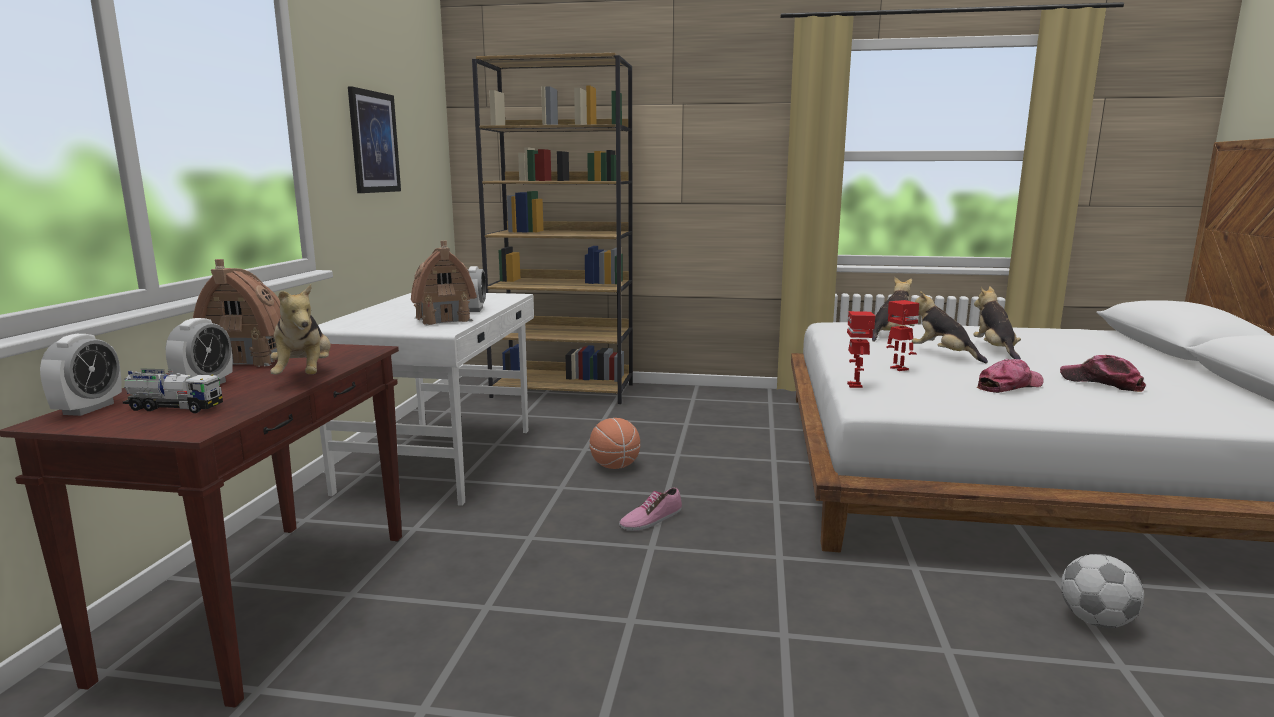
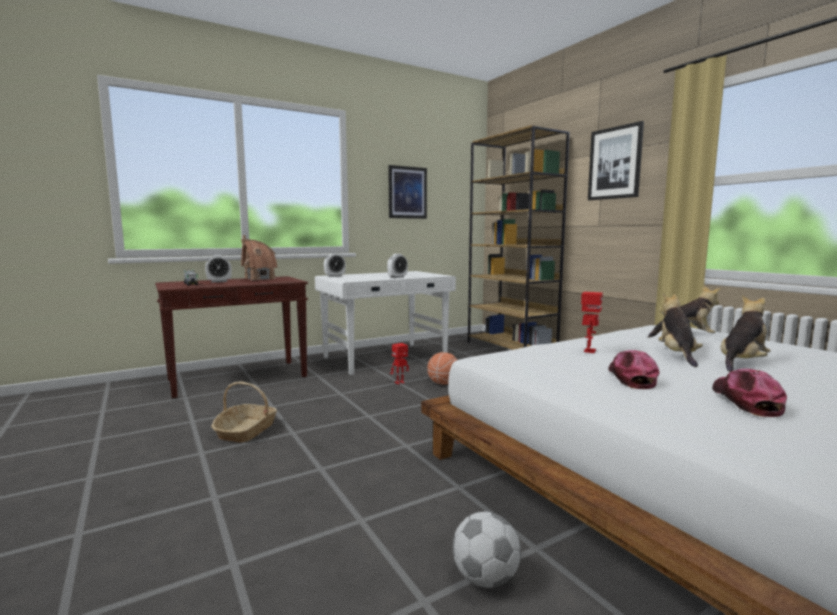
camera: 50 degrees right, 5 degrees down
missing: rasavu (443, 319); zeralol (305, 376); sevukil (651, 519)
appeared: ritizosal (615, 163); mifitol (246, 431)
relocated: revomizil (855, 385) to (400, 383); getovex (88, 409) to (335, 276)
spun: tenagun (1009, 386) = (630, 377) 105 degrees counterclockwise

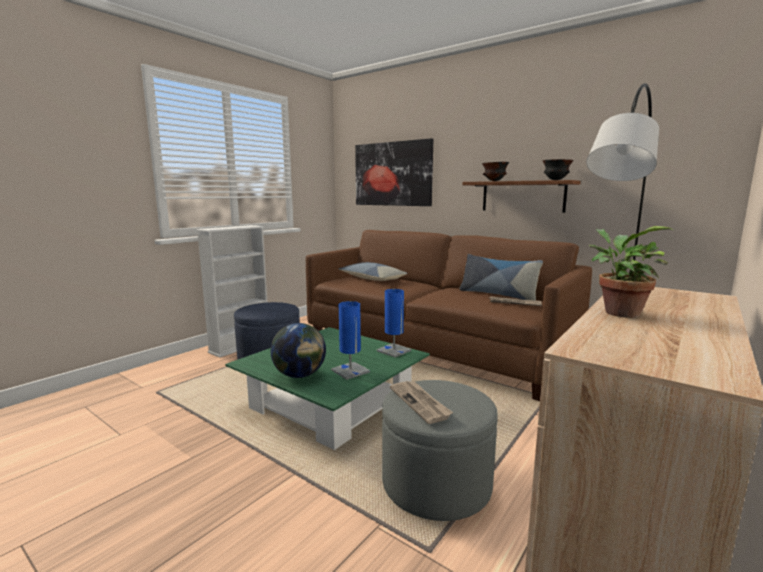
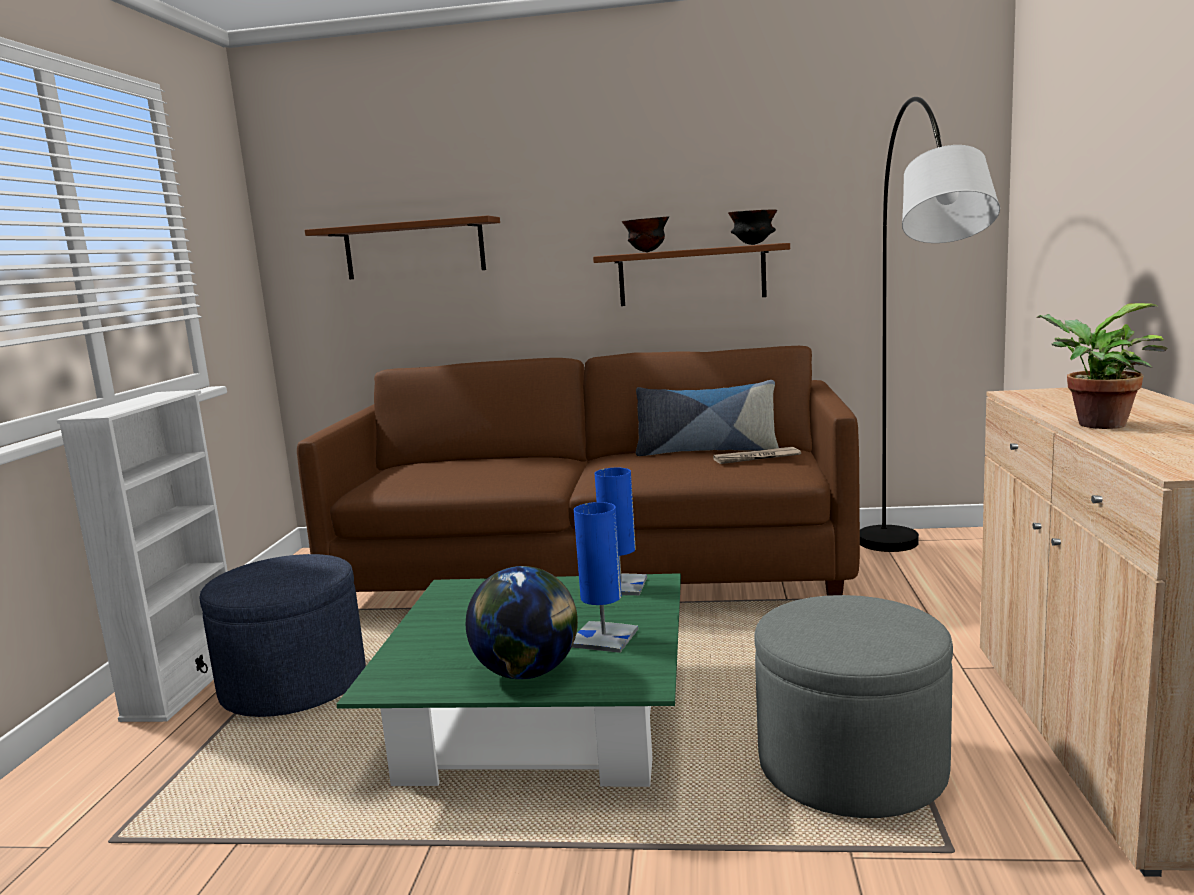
camera: 30 degrees left, 0 degrees up
missing: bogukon (372, 279); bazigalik (420, 403)
exchanged: ritizosal (392, 174) to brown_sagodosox (414, 249)

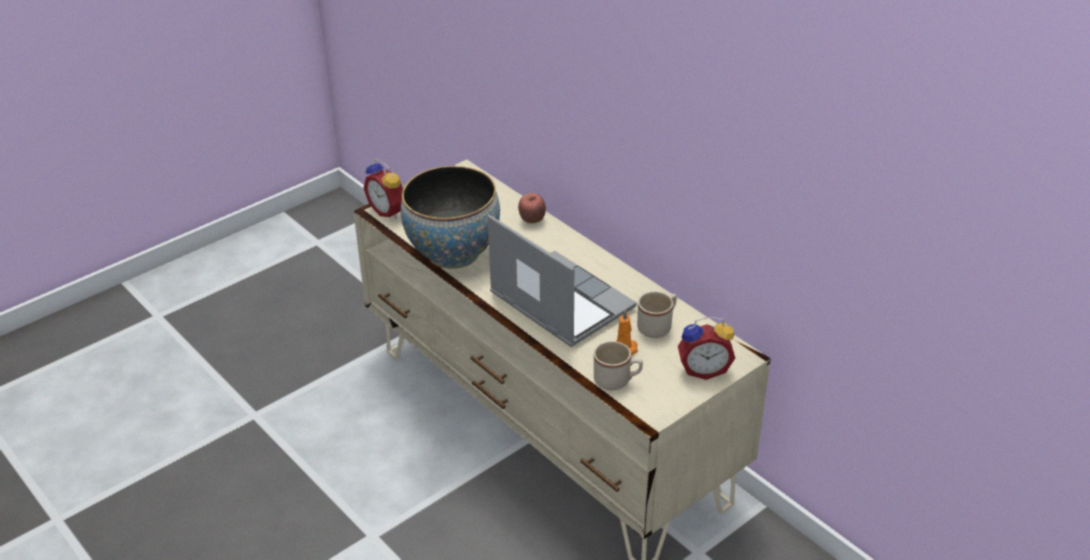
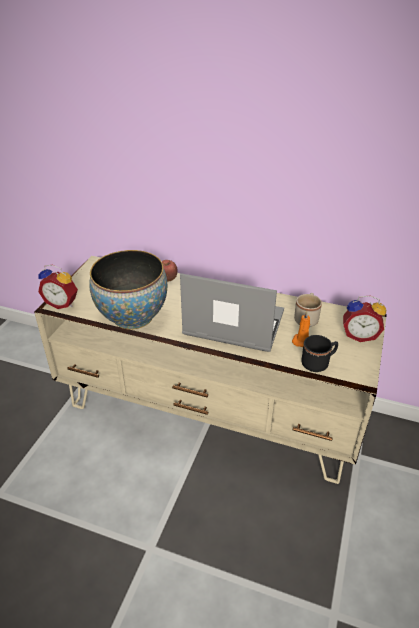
camera: 30 degrees left, 0 degrees up
colour: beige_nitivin (617, 381) to black_nitivin (318, 363)
spun: getovex (703, 369) = (359, 335) 45 degrees clockwise

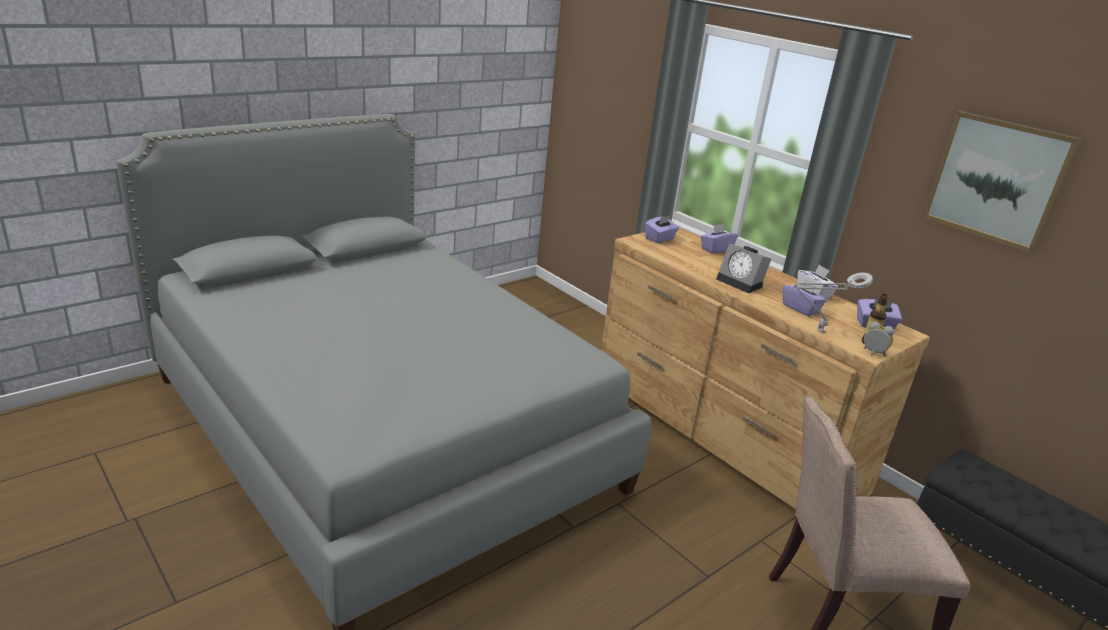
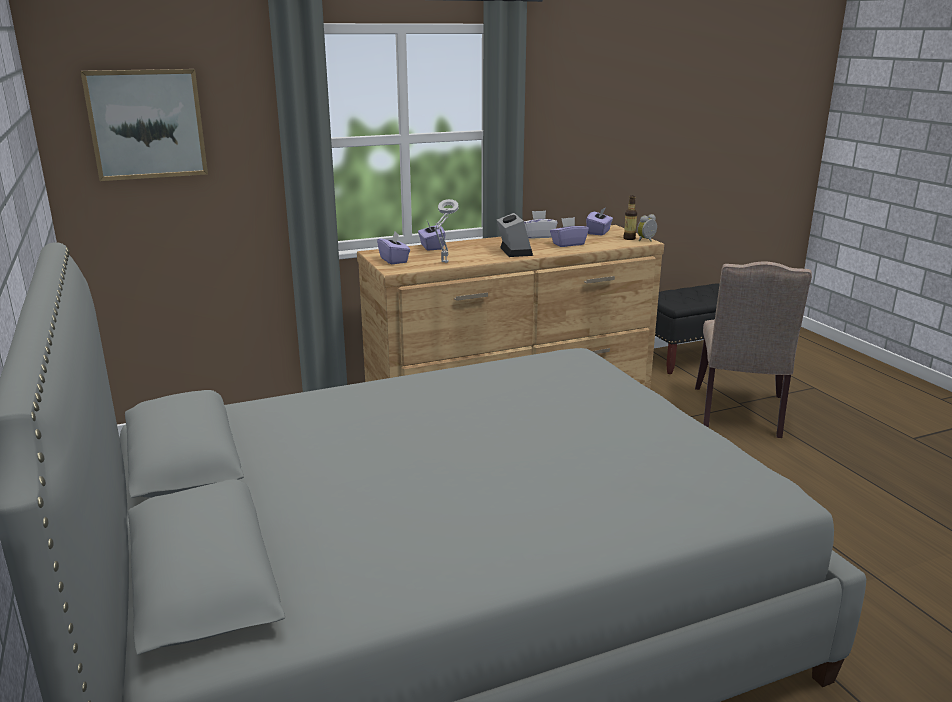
camera: 70 degrees left, 5 degrees down
relocated: ritizosal (997, 180) to (146, 124); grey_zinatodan (818, 331) to (444, 263)
spun: getovex (741, 283) = (513, 251) 75 degrees counterclockwise

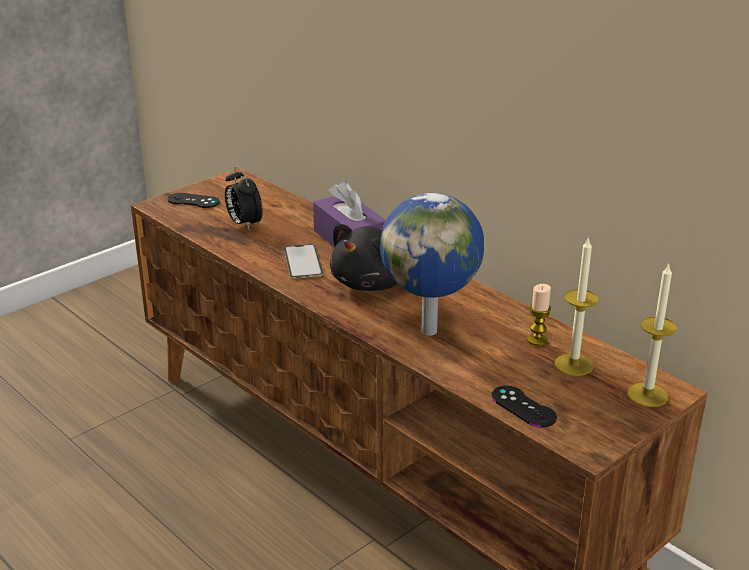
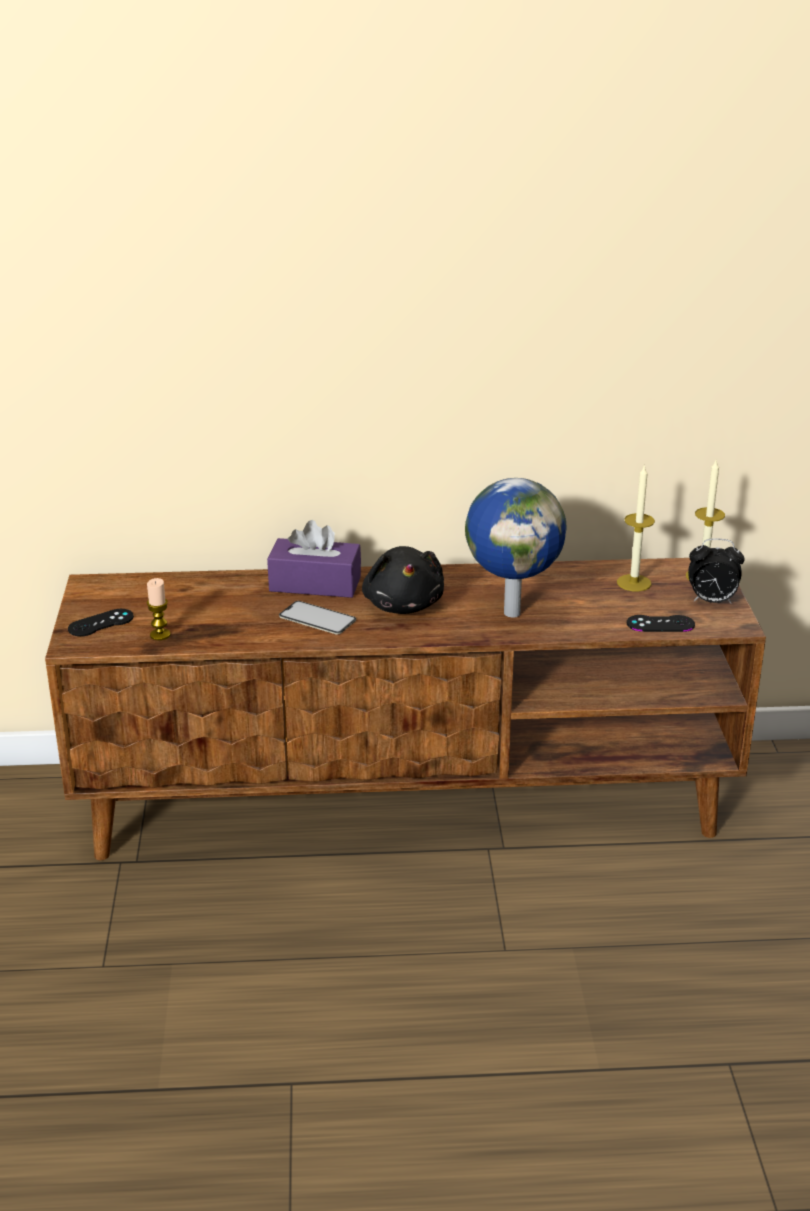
camera: 50 degrees left, 0 degrees up
relocated: getovex (244, 224) to (711, 601); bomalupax (537, 340) to (160, 635)

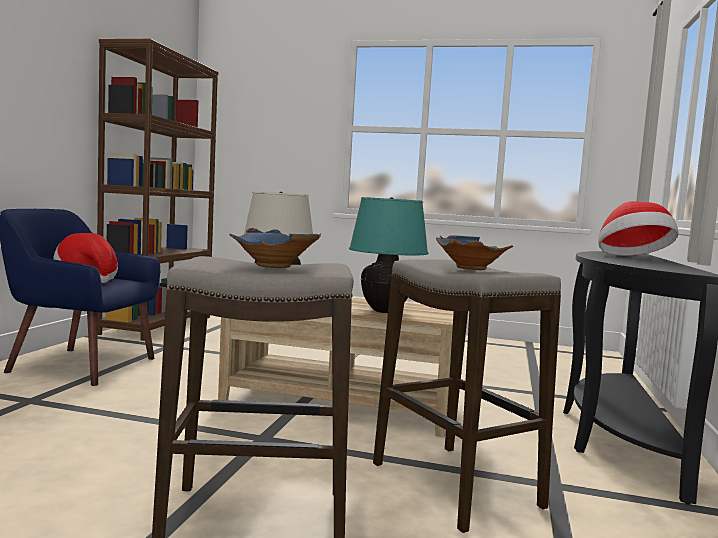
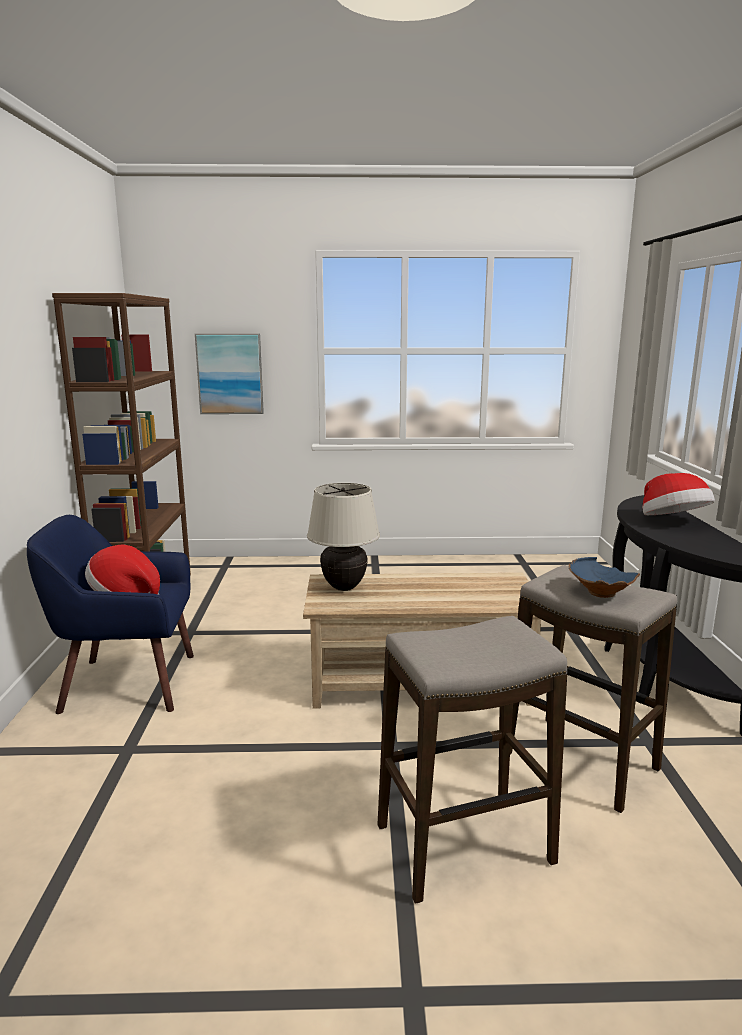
camera: 15 degrees left, 10 degrees up
missing: turquoise_zinatodan (384, 311); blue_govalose (275, 266)
appeared: ritizosal (230, 374)

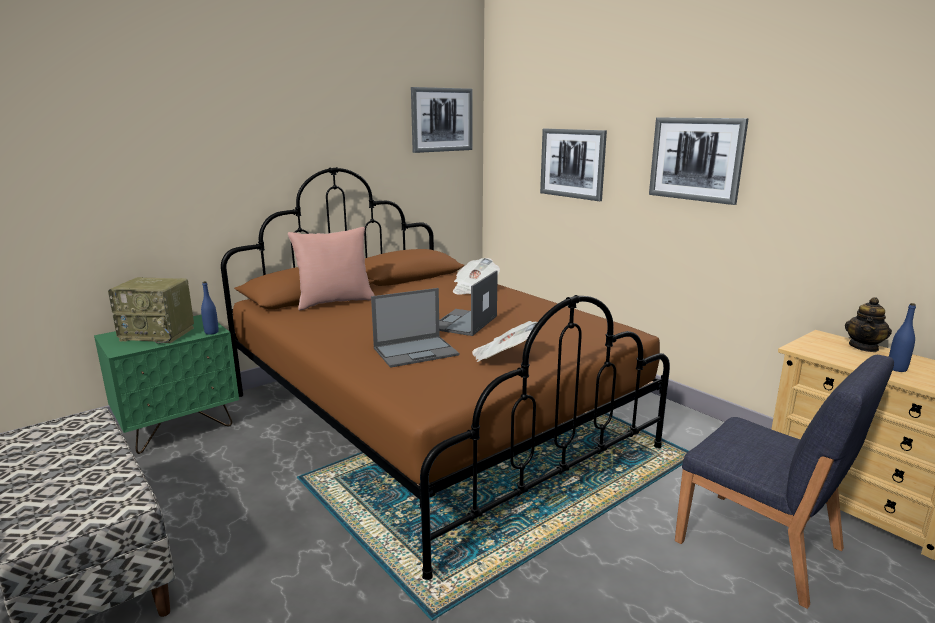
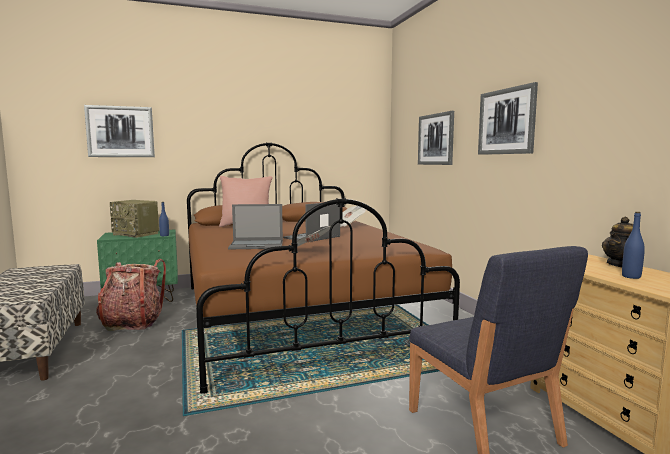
camera: 20 degrees right, 10 degrees down
appeared: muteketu (132, 323)
relocated: ritizosal (442, 120) to (120, 131)

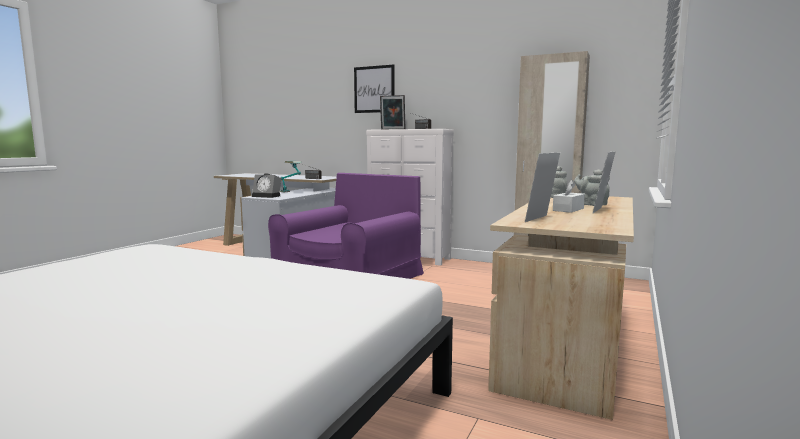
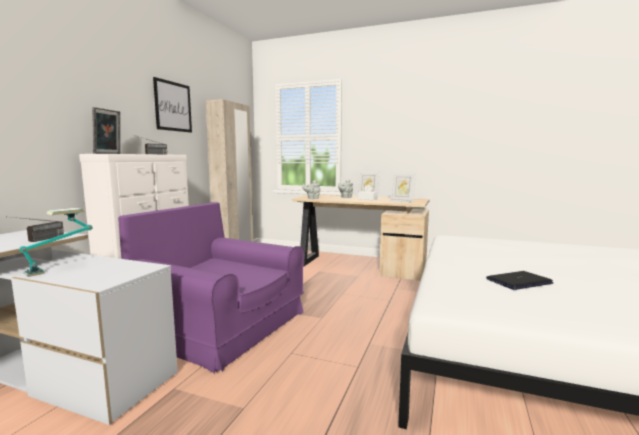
camera: 95 degrees left, 0 degrees up
missing: getovex (267, 196)
appeared: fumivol (519, 281)
relocated: ritizosal (374, 89) to (173, 106)

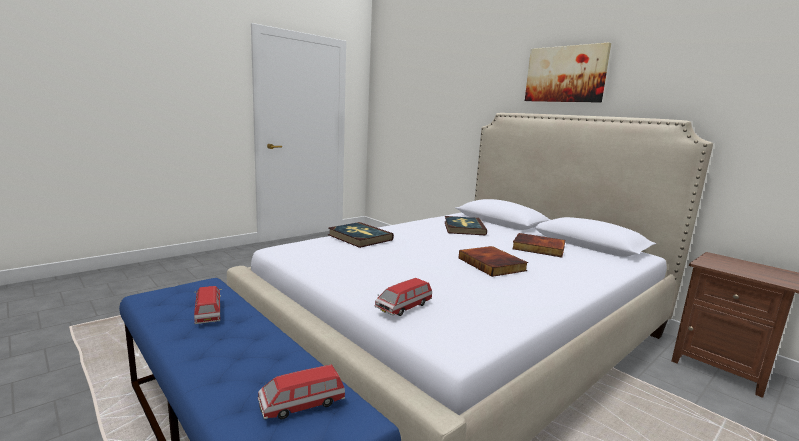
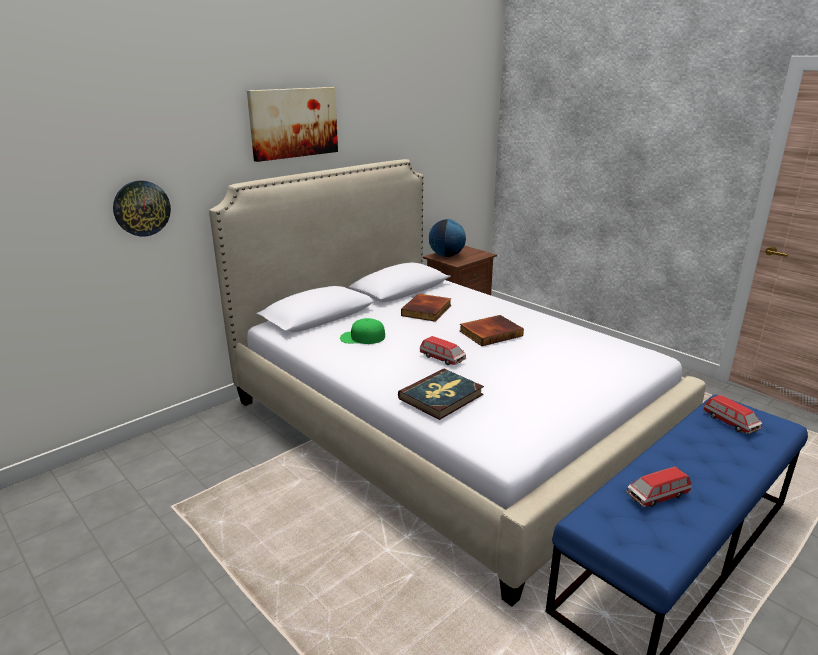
camera: 90 degrees left, 10 degrees up
appeared: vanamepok (141, 208); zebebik (446, 256)
relocated: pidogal (403, 307) to (442, 358)
exchanged: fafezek (463, 228) to green_tenagun (362, 337)

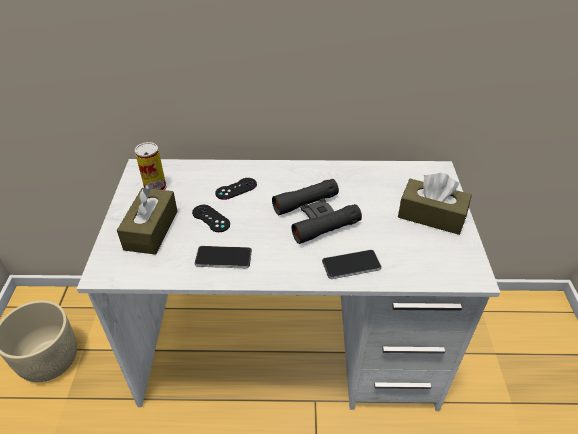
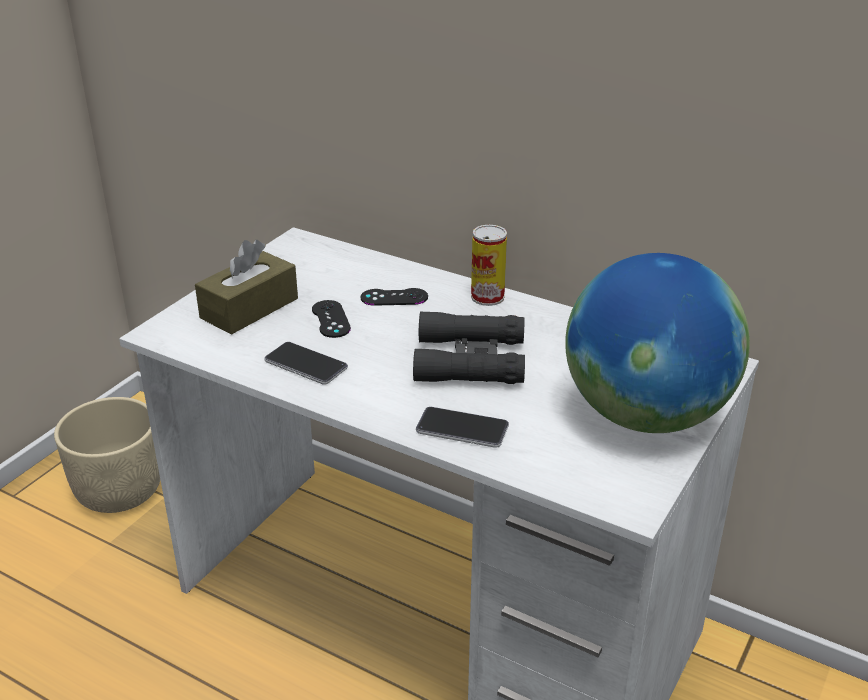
camera: 30 degrees right, 10 degrees down
relocated: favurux (155, 187) to (487, 297)
exchanged: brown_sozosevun (431, 216) to zebebik (644, 414)

